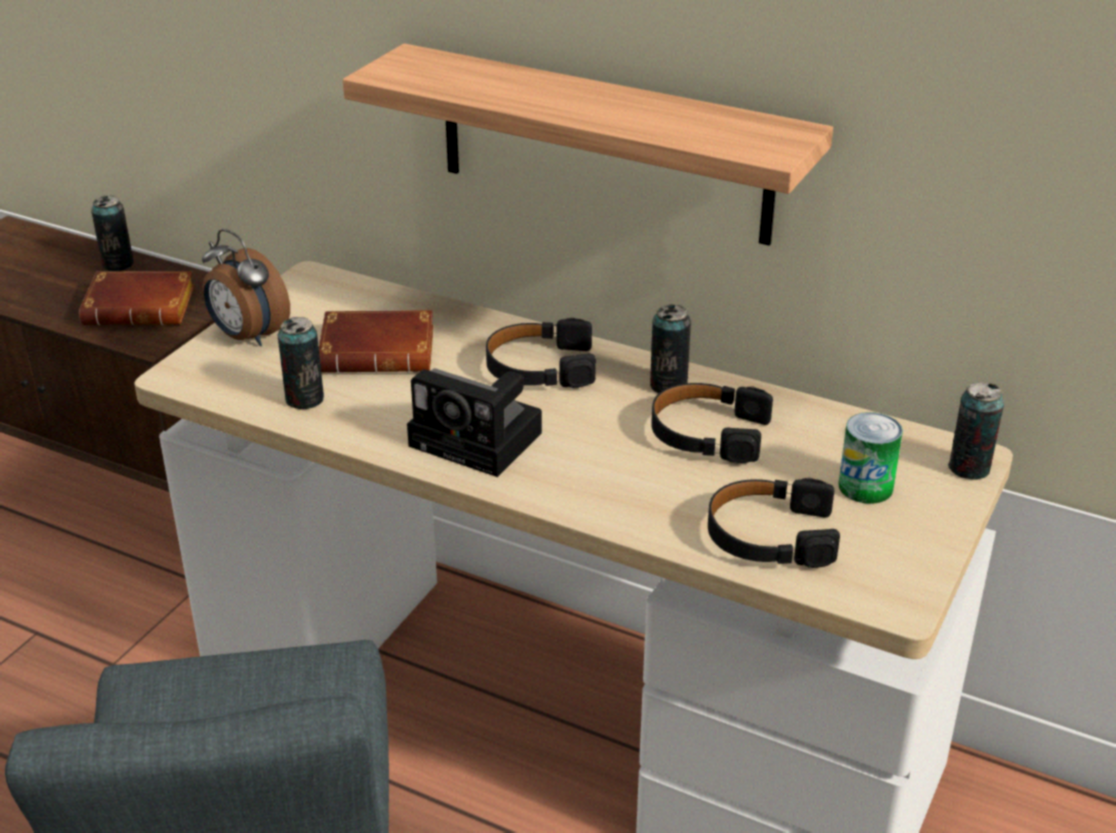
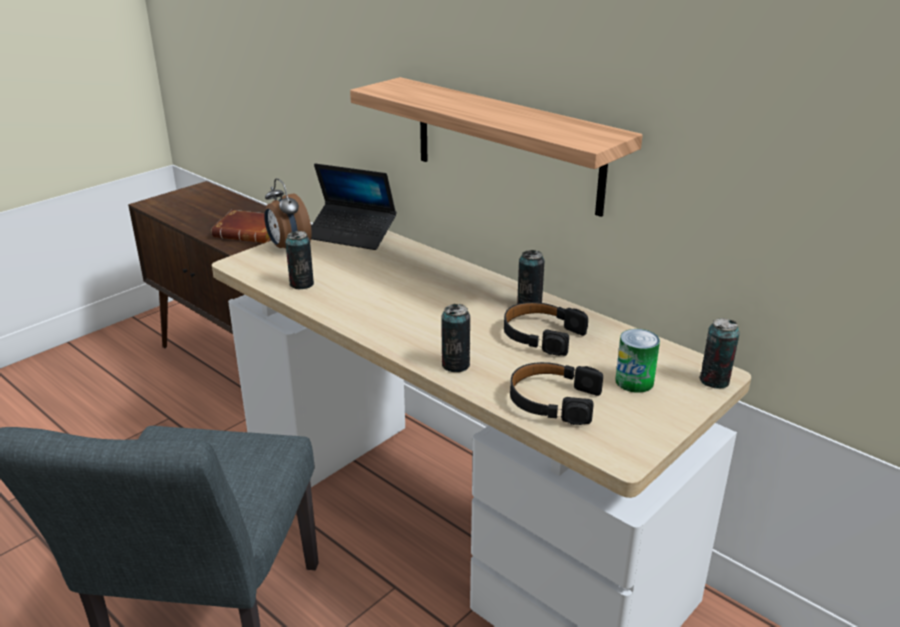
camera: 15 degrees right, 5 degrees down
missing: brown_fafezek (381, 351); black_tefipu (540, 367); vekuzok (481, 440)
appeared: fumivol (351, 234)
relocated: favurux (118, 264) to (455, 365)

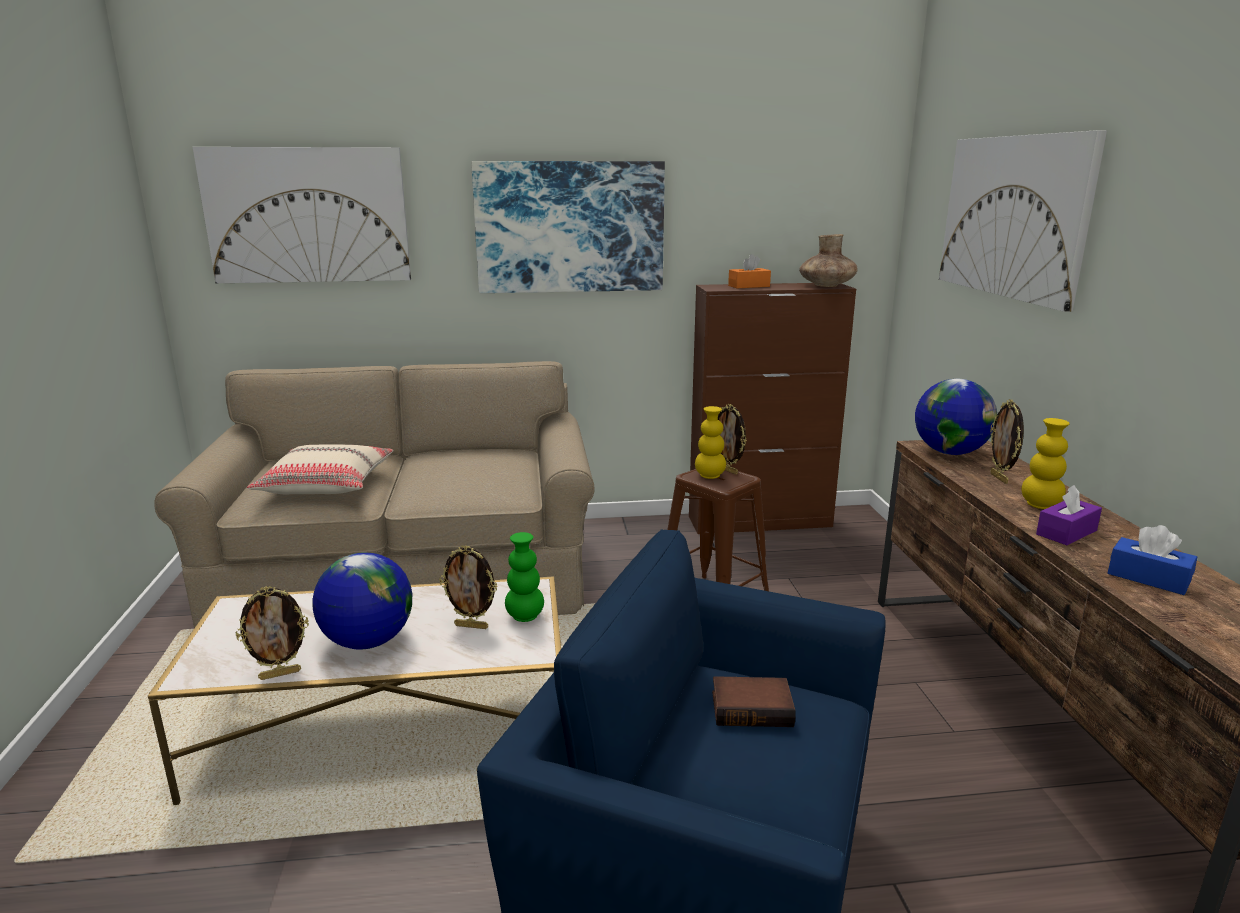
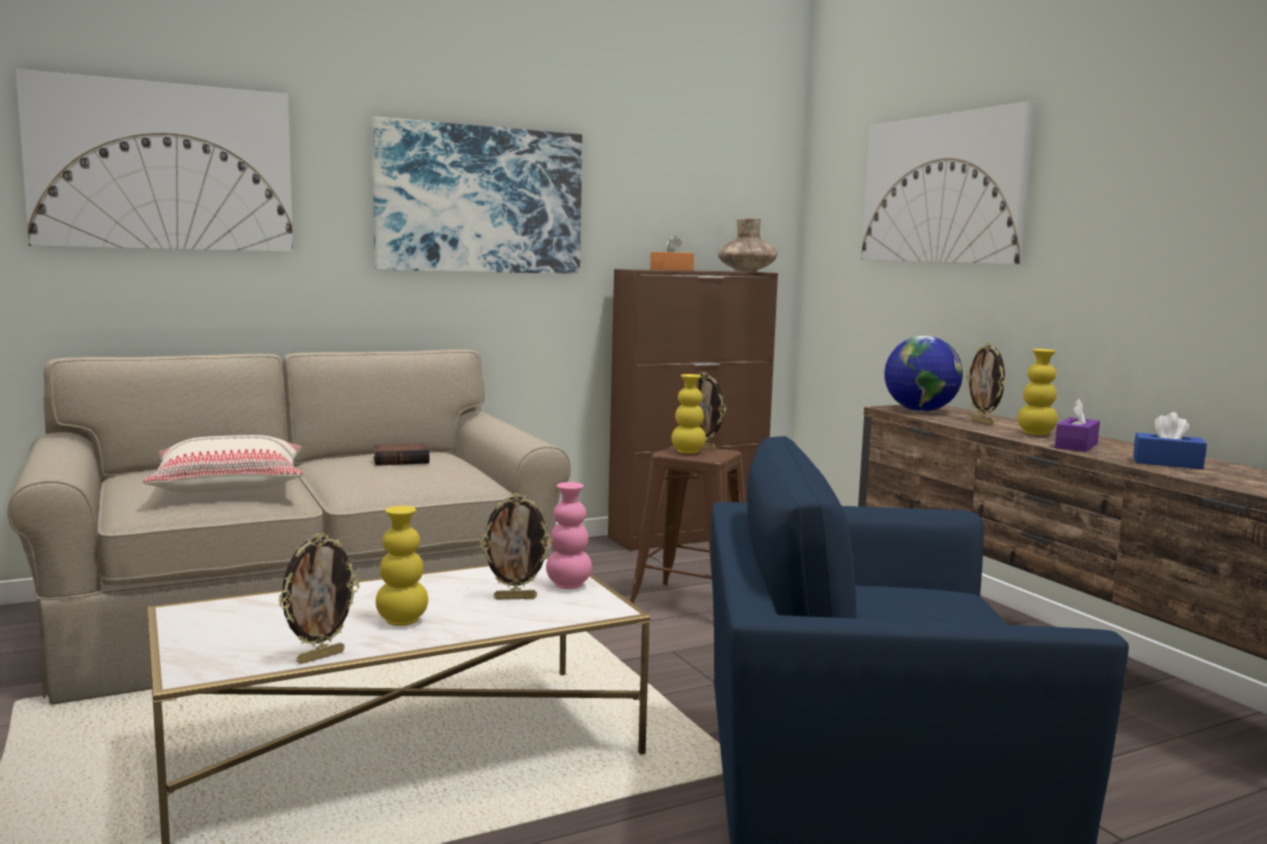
camera: 20 degrees left, 10 degrees down
relocated: fafezek (752, 707) to (401, 460)
exchanged: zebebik (367, 641) to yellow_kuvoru (402, 621)
colour: green_kuvoru (525, 616) to pink_kuvoru (568, 585)

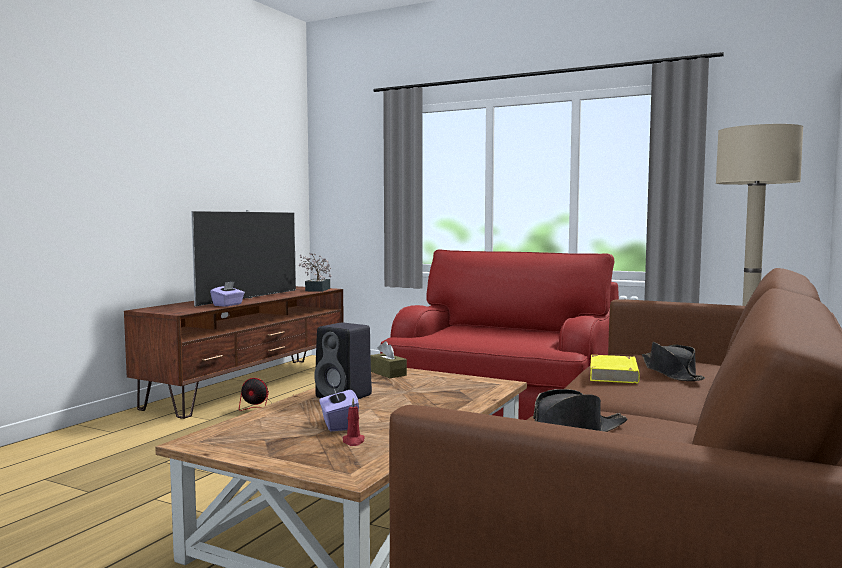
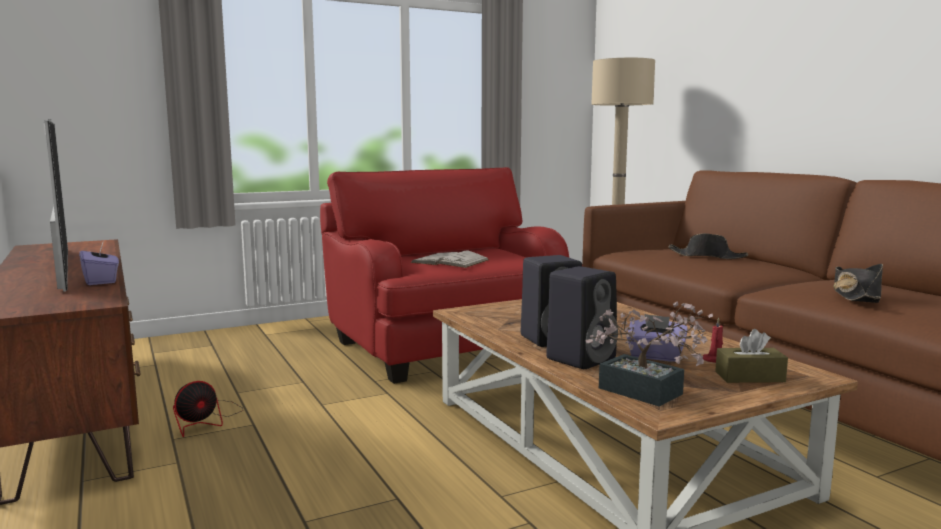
camera: 55 degrees left, 5 degrees up
missing: yellow_fafezek (614, 374)
appeared: white_fafezek (450, 261); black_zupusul (581, 358)
relocated: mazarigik (316, 290) to (648, 394); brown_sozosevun (387, 373) to (749, 377)

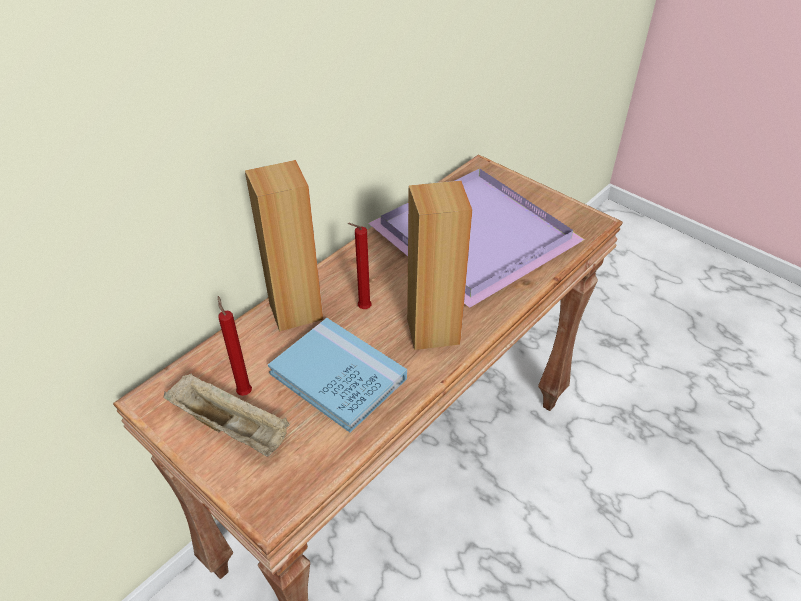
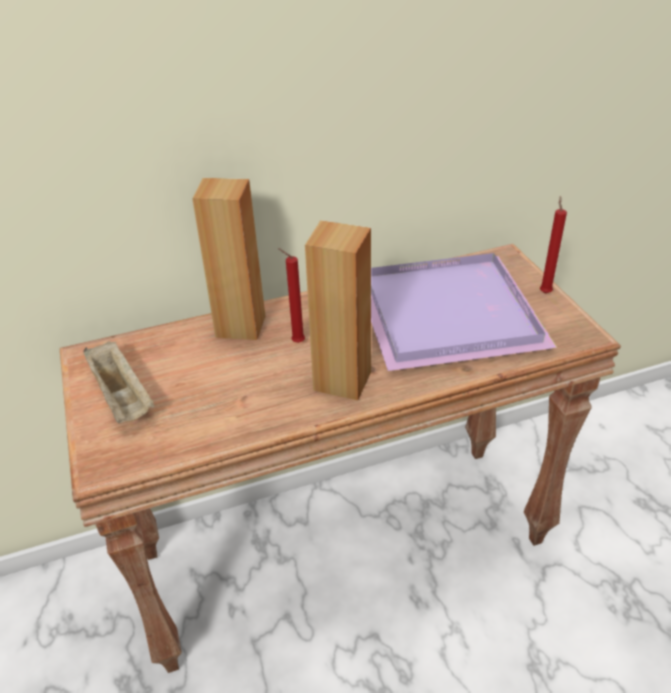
camera: 30 degrees right, 5 degrees down
missing: blue_fafezek (338, 376)
relocated: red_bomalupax (244, 391) to (545, 292)

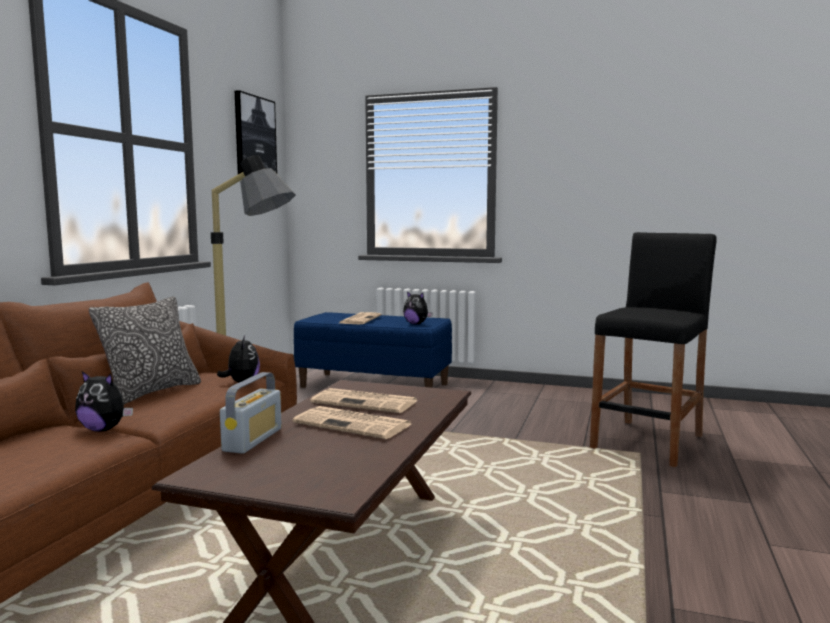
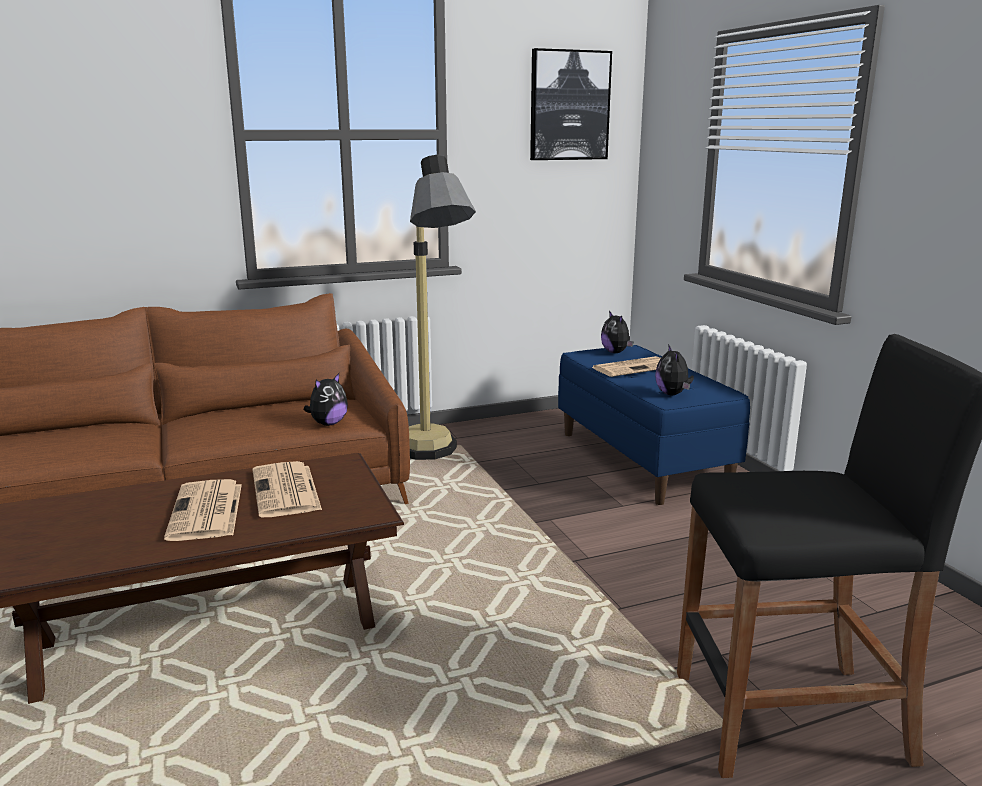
camera: 50 degrees right, 10 degrees up
missing: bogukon (151, 392); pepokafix (253, 439)
relocated: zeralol (104, 429) to (616, 352)

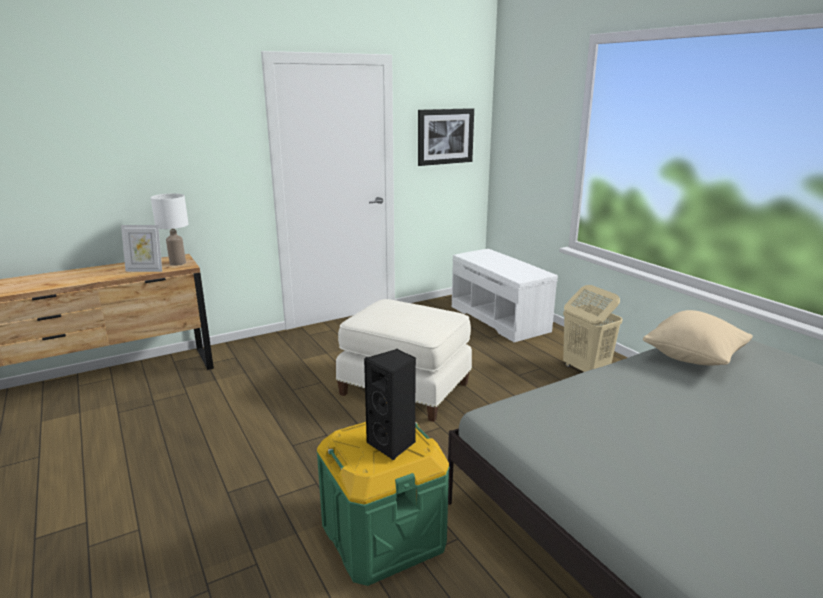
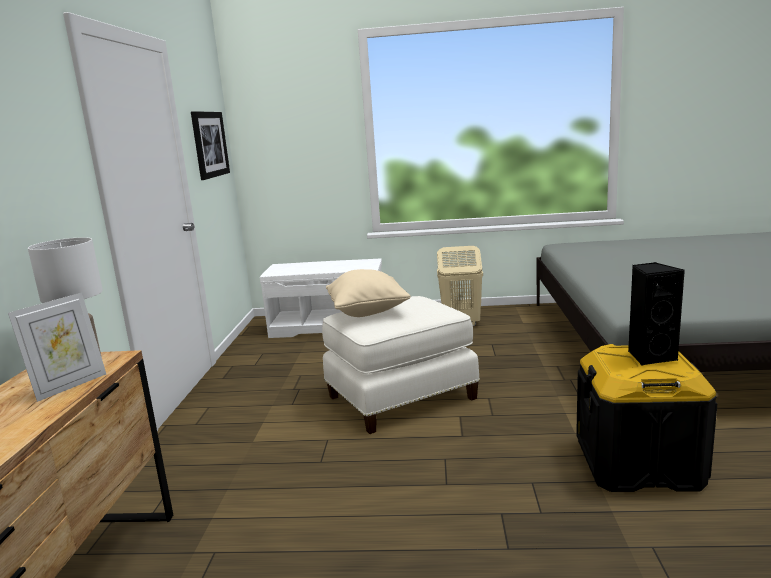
camera: 55 degrees left, 5 degrees down
relocated: beige_bogukon (693, 358) to (367, 312)
colour: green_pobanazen (383, 536) to black_pobanazen (638, 463)

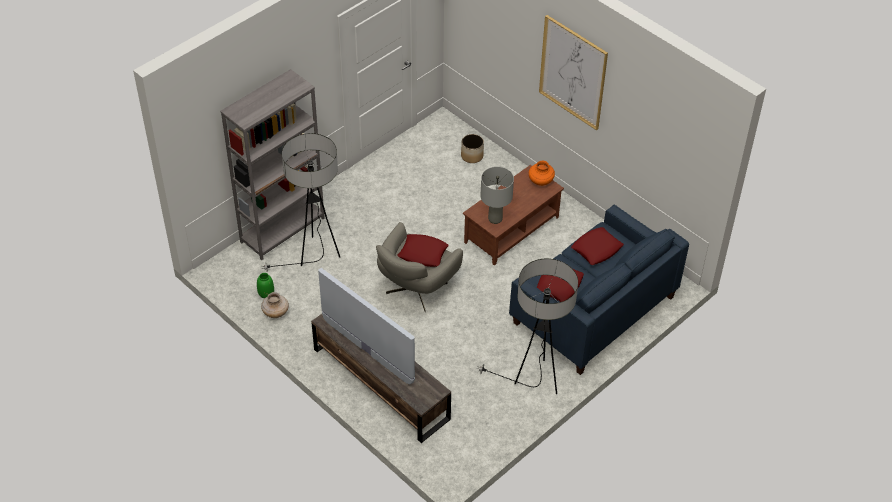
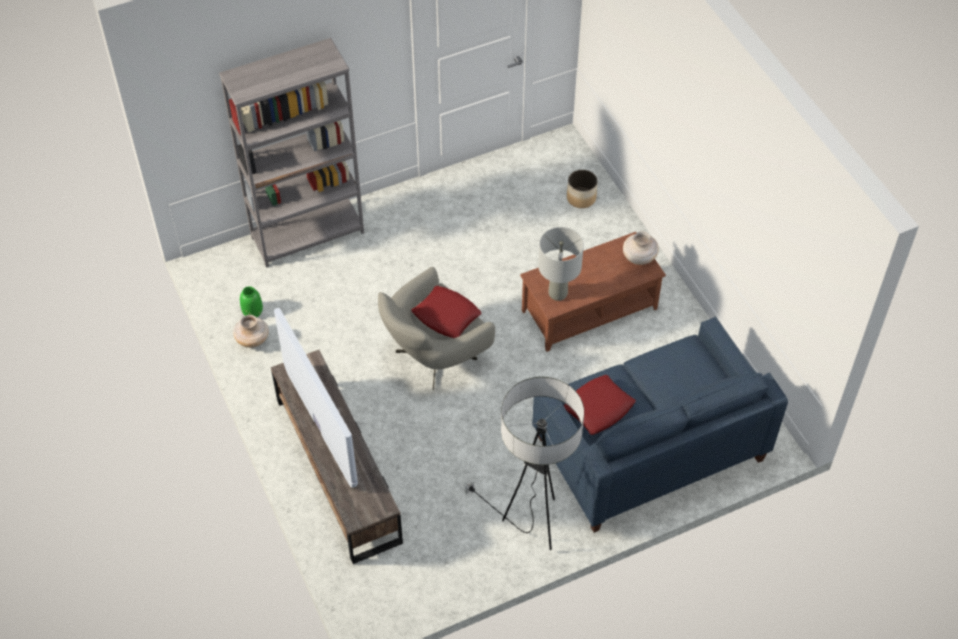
camera: 20 degrees right, 5 degrees up
missing: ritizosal (573, 72); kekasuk (315, 256); red_bogukon (596, 249)
colour: orange_kuvoru (540, 181) to beige_kuvoru (639, 258)

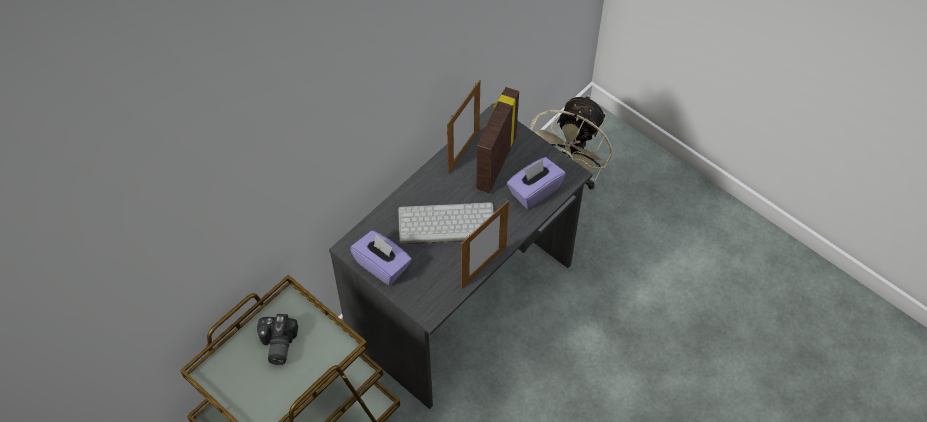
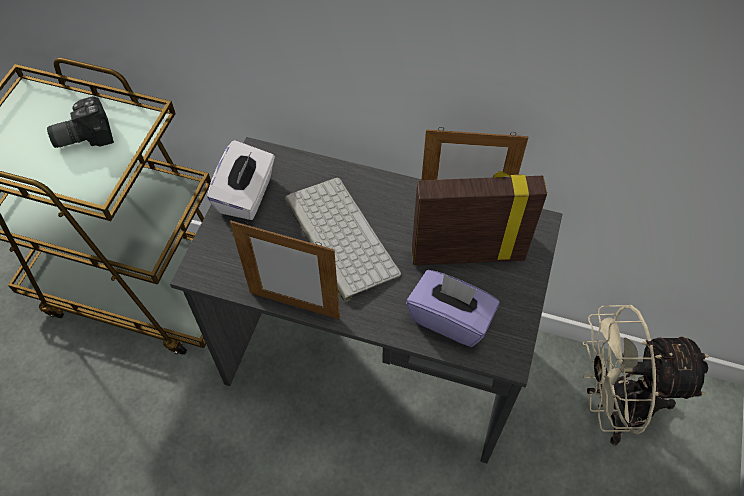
camera: 65 degrees right, 0 degrees up
colour: purple_sozosevun (382, 265) to white_sozosevun (246, 195)

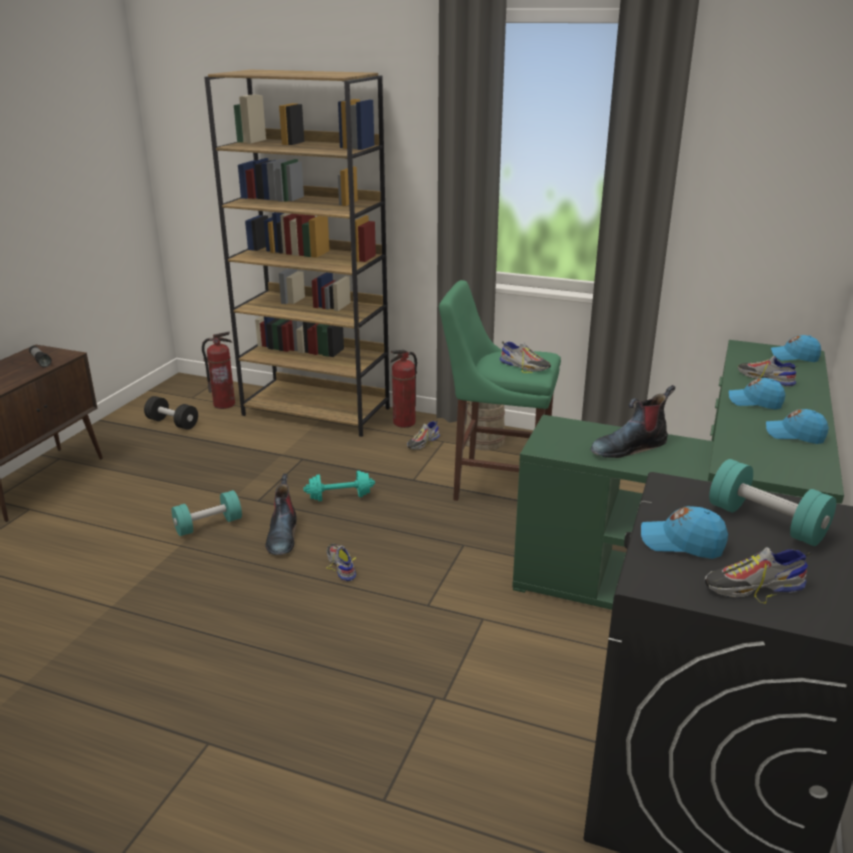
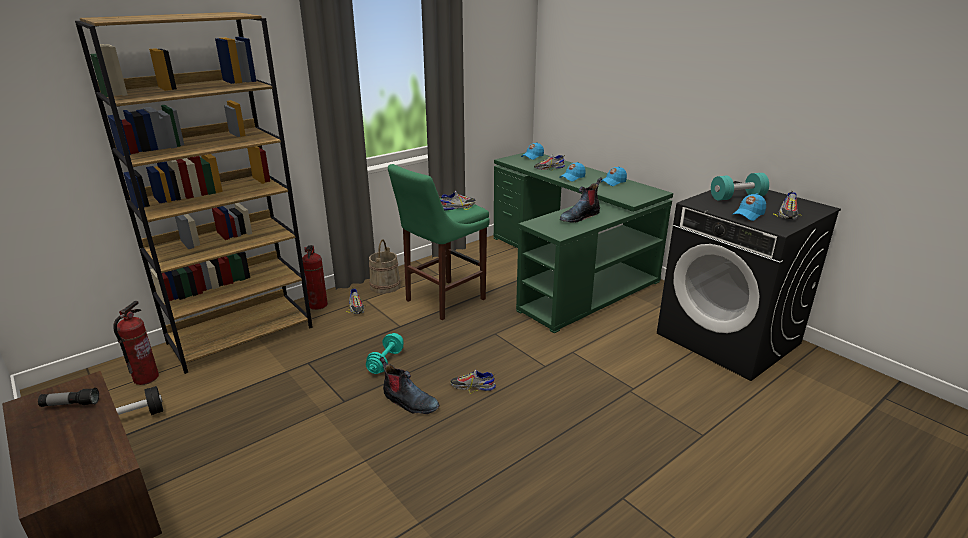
camera: 60 degrees left, 0 degrees up
missing: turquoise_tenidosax (208, 525)
spun: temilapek (629, 447) = (579, 216) 45 degrees clockwise

